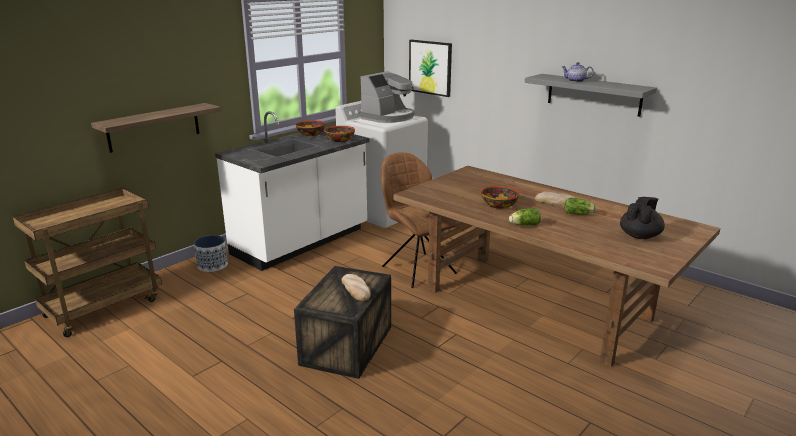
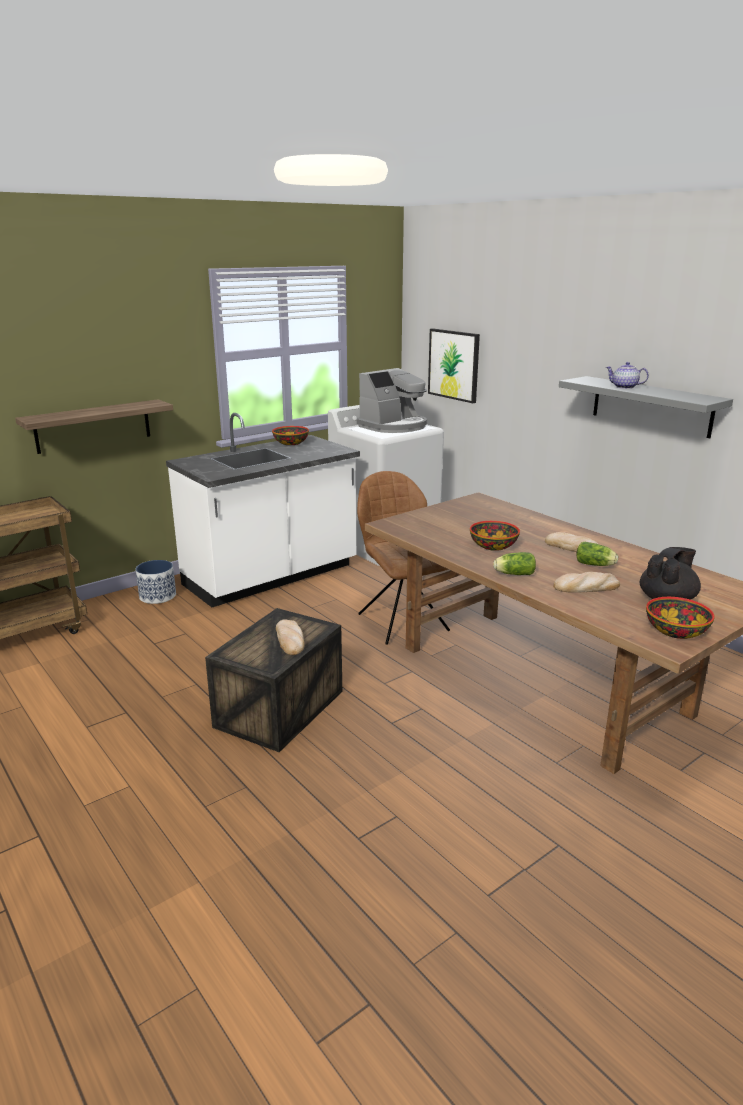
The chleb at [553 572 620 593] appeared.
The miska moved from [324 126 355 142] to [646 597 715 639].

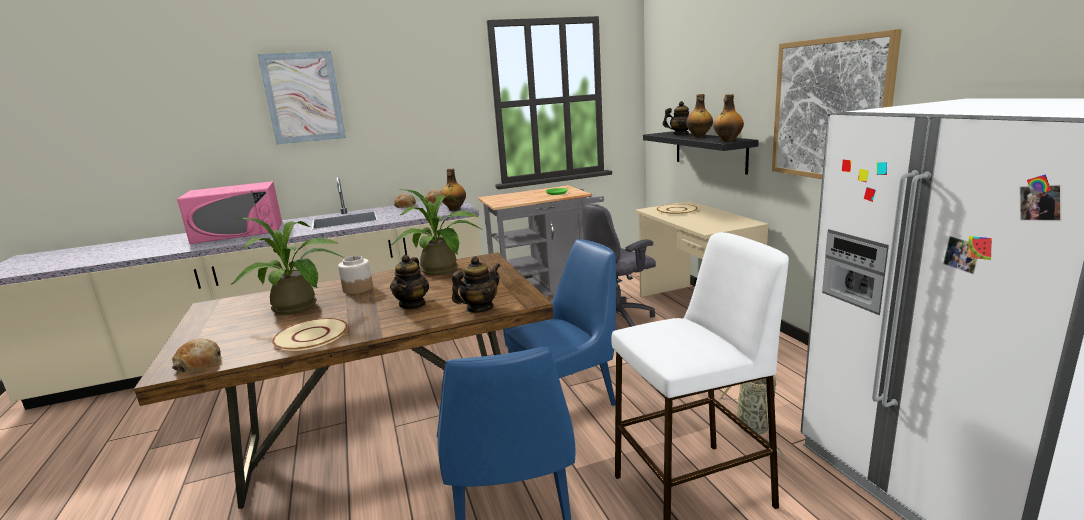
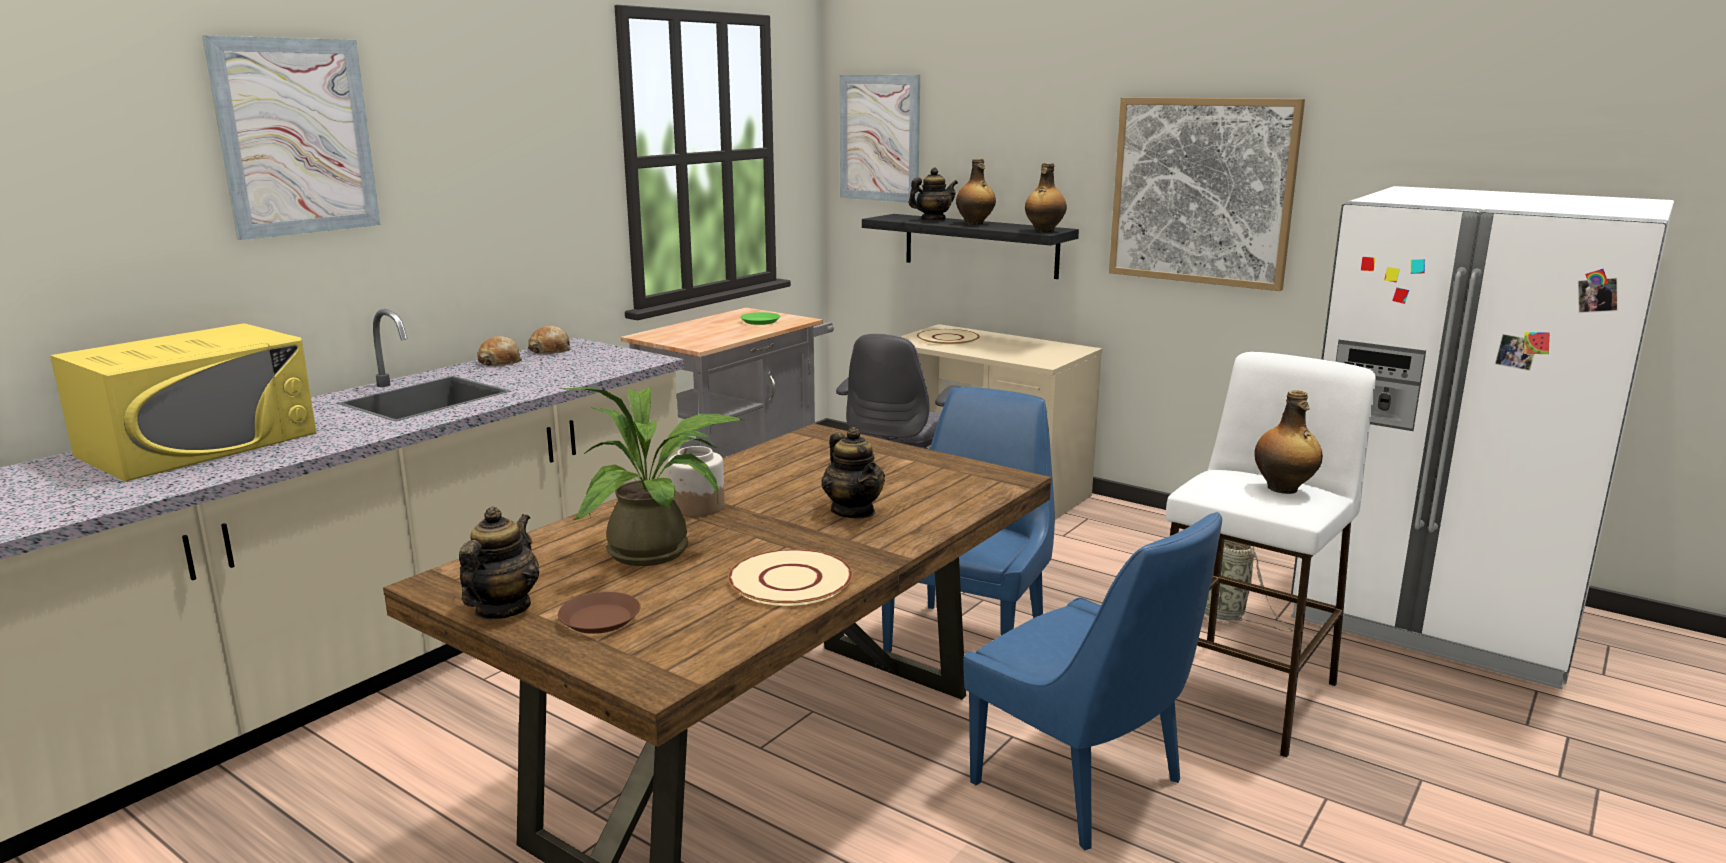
The chleb at [172 338 222 373] disappeared.
The roślina doniczkowa at [391 189 482 275] disappeared.
The talerz [brązowy] at [558 592 640 634] appeared.
The obraz at [839 75 920 203] appeared.
The butelka moved from [440 169 466 211] to [1254 390 1323 494].
The imbryk moved from [452 256 501 313] to [459 507 539 619].
The mikrofalówka [różowy] at [177 181 282 244] became the mikrofalówka [żółty] at [50 323 317 482].

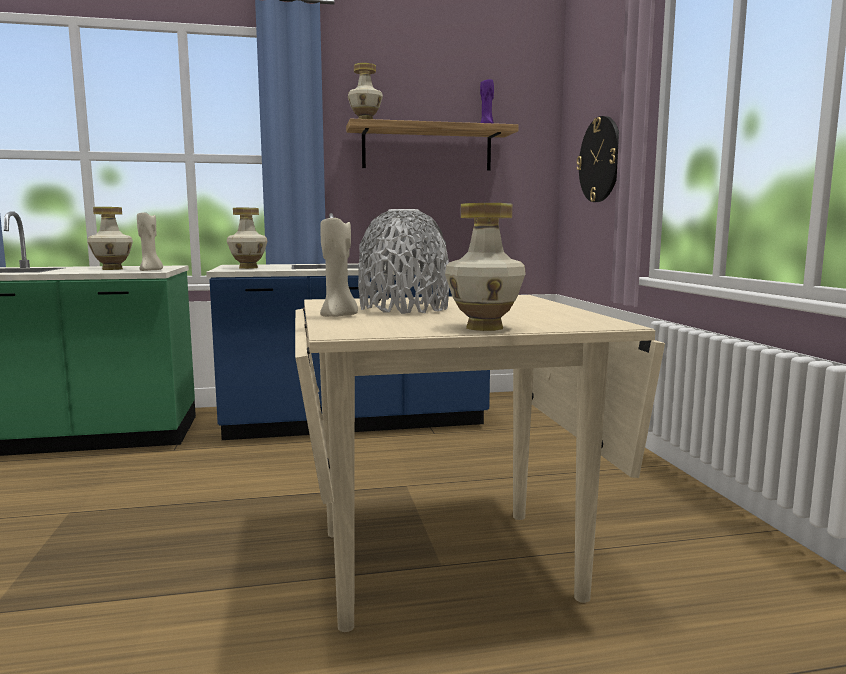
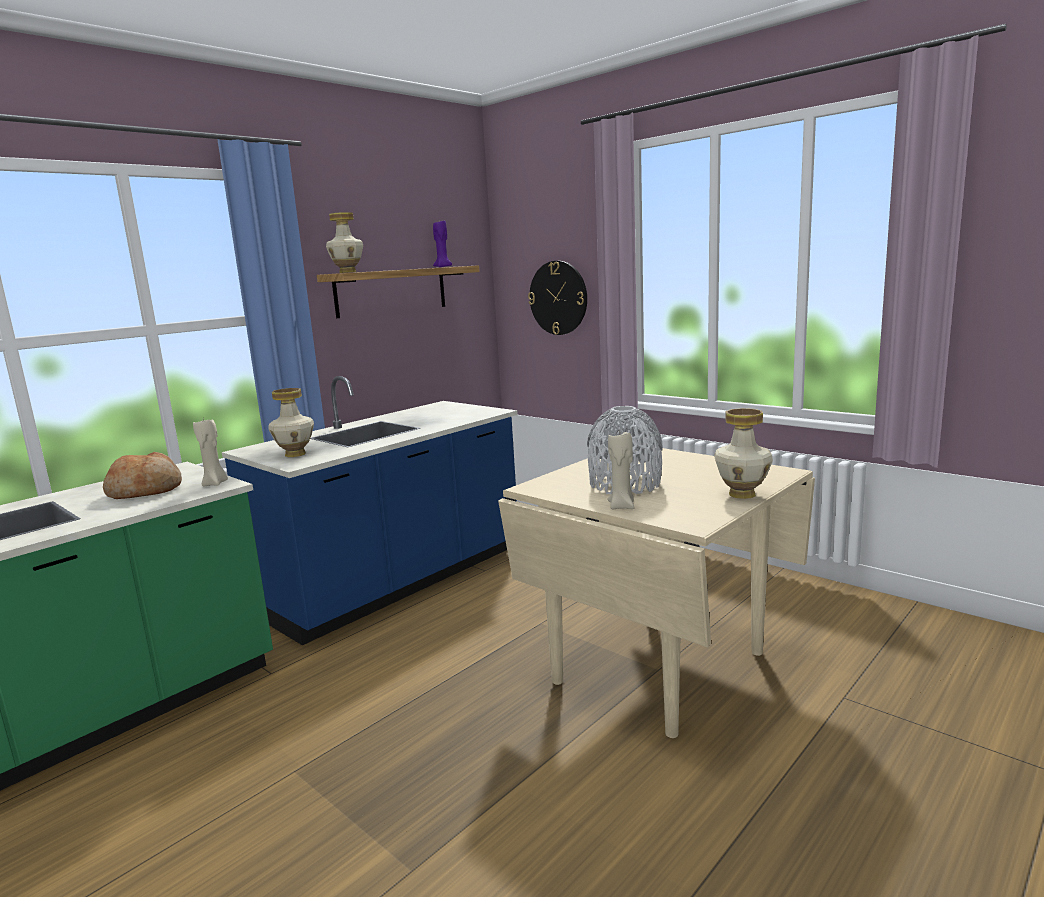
The wazon at [87 207 133 270] was replaced by the chleb at [103 452 182 499].

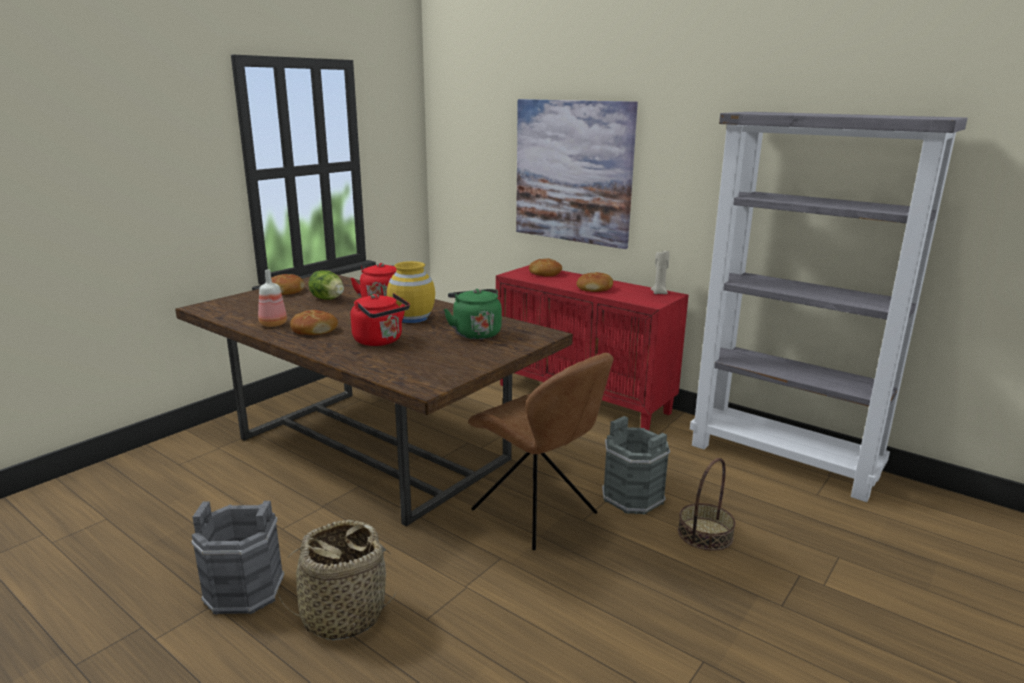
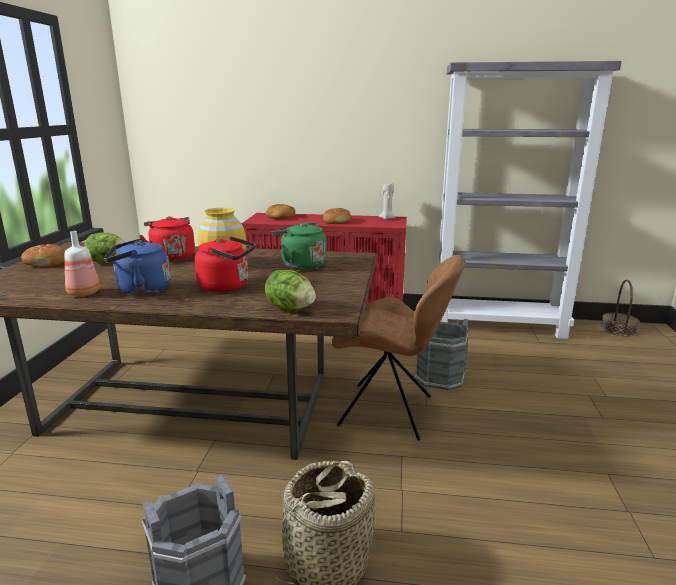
The obraz at [516 99 638 249] disappeared.
The sałata at [265 270 316 311] appeared.
The koszyk moved from [678 458 736 551] to [600 279 640 336].
The chleb at [290 310 338 335] was replaced by the czajnik [niebieski] at [104 238 171 295].

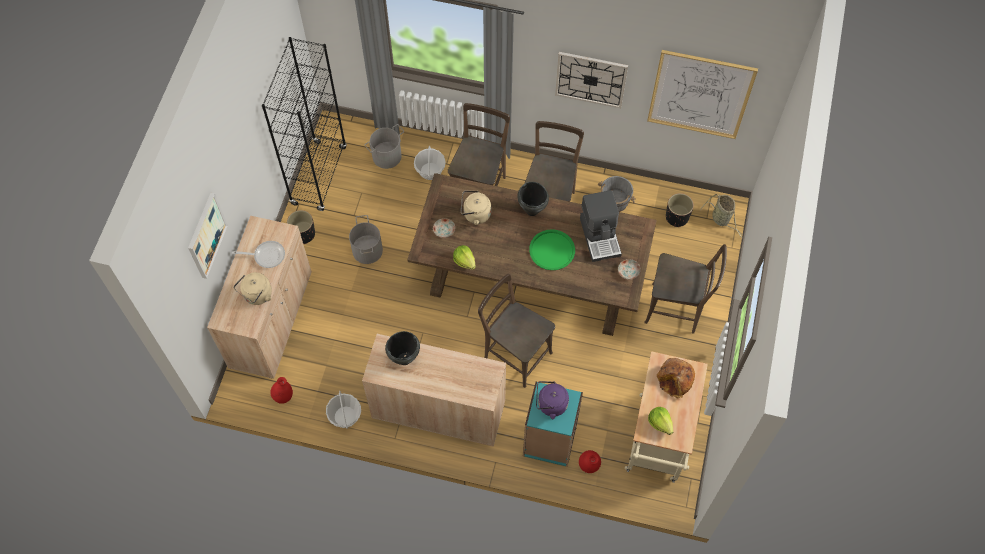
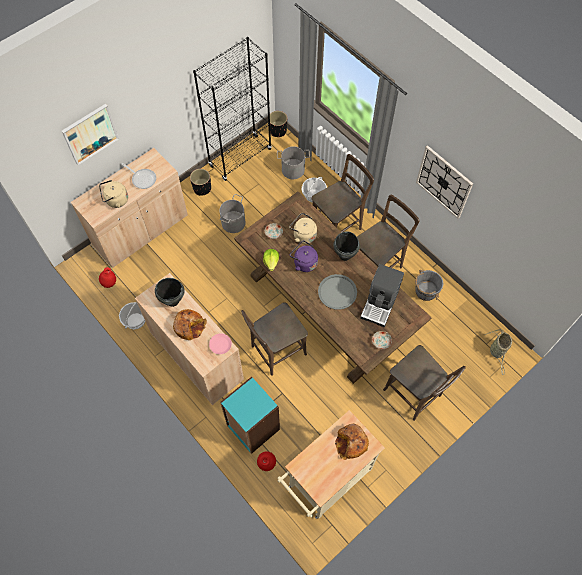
The obraz at [647 50 758 139] disappeared.
The sałata at [648 407 673 435] disappeared.
The chleb at [173 309 207 340] appeared.
The talerz [różowy] at [209 333 232 354] appeared.
The czajnik [fioletowy] moved from [536 381 569 419] to [290 240 318 272].
The donica [czarny] moved from [666 193 694 227] to [270 111 287 137].
The taca [zielony] at [529 229 575 270] became the taca [szary] at [318 274 357 310].
The krzesło [brązowy] at [478 274 555 388] turned 105 degrees counterclockwise.

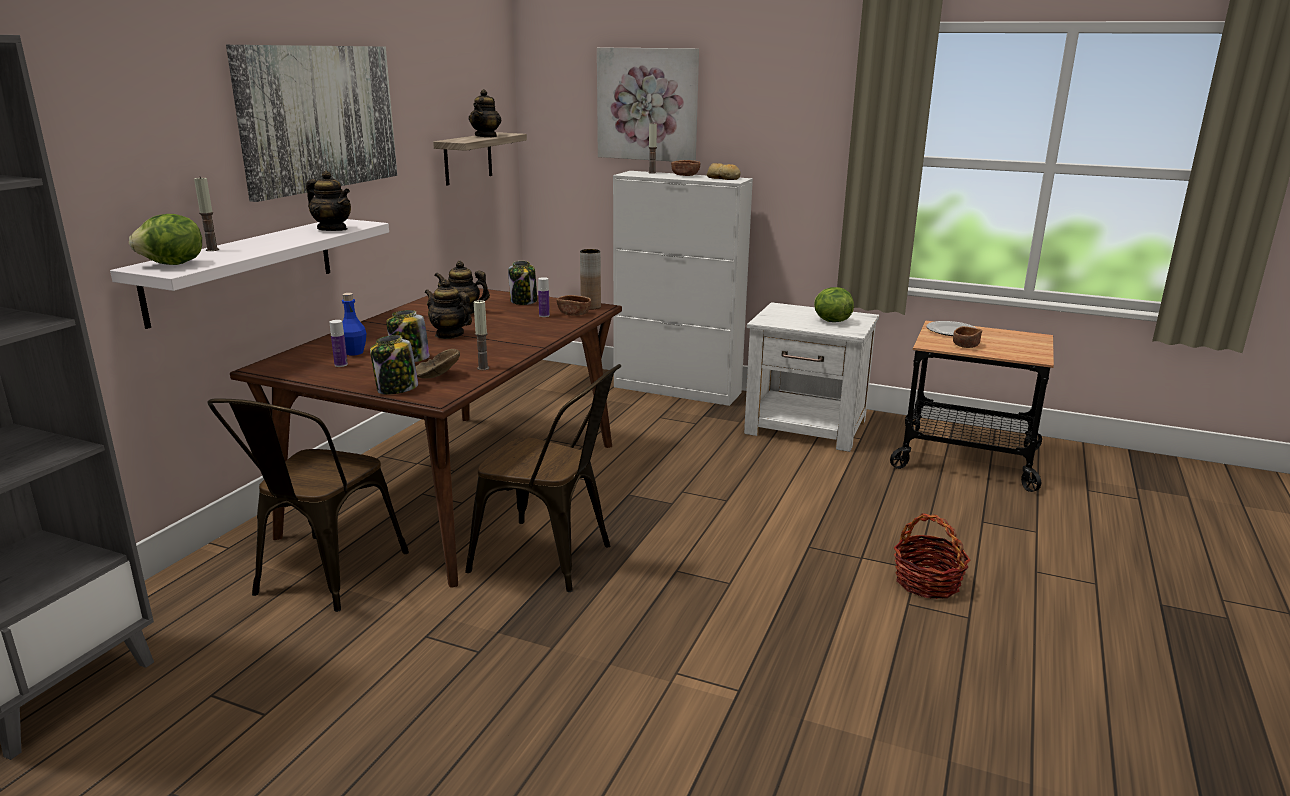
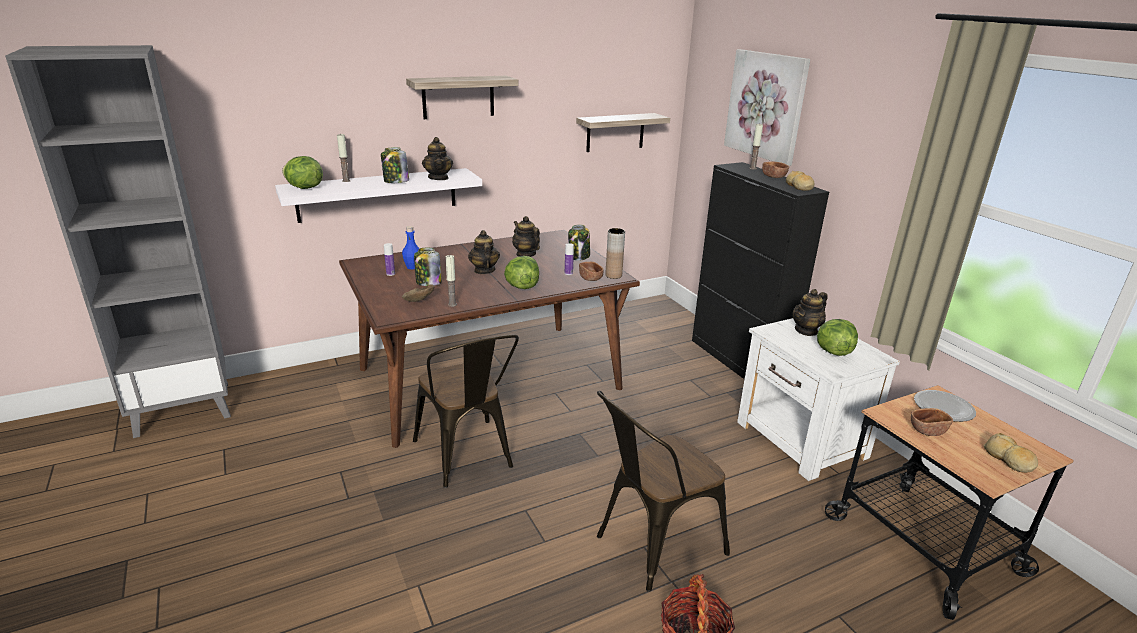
The sałata at [504 256 539 289] appeared.
The chleb at [983 433 1038 473] appeared.
The krzesło [brązowy] moved from [207 398 409 612] to [597 391 730 592].
The słoik moved from [370 335 418 395] to [381 147 409 183].
The imbryk moved from [469 89 501 137] to [793 289 828 336].
The obraz at [226 45 397 202] was replaced by the półka at [406 76 518 119].
The szafka [biały] at [613 171 753 406] became the szafka [czarny] at [692 162 829 379].

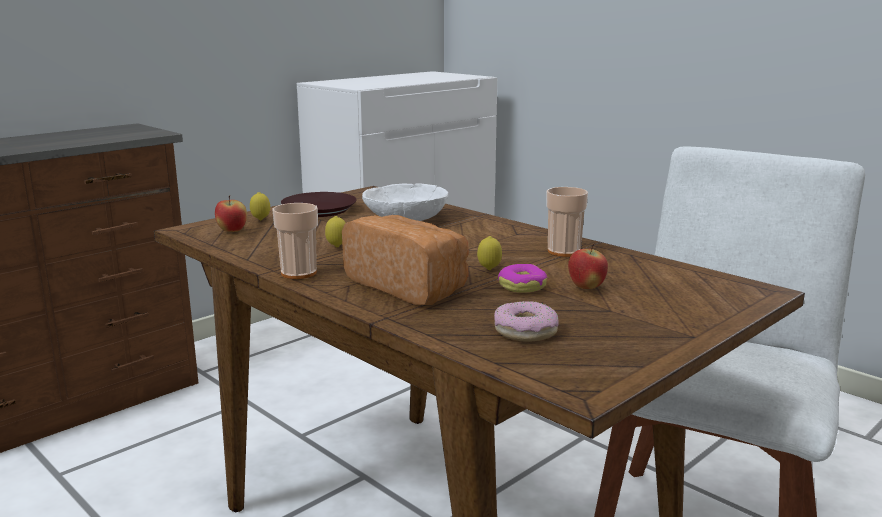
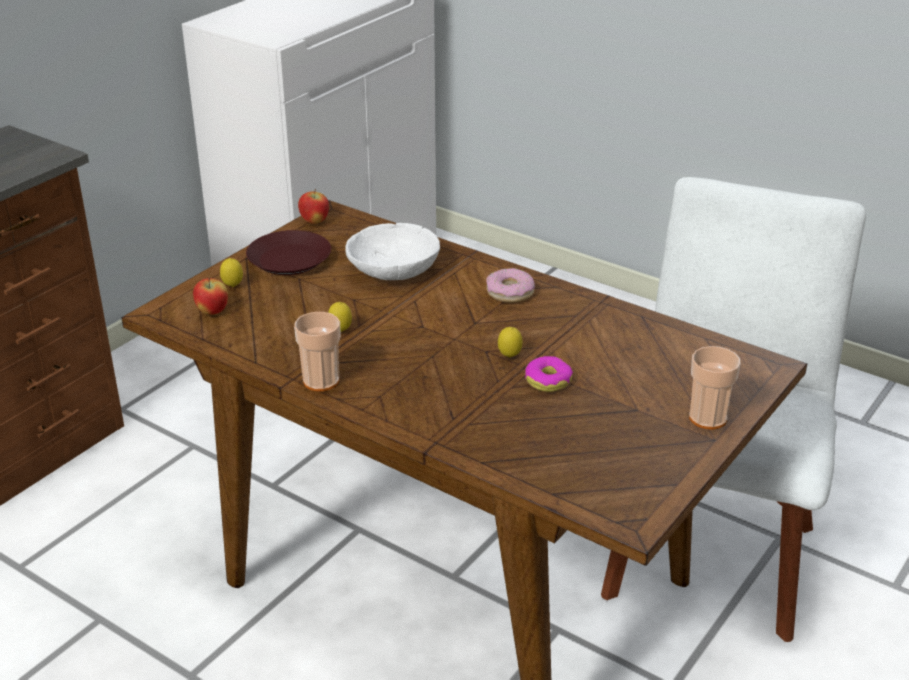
The chleb at [342 215 469 305] disappeared.
The donut moved from [494 301 559 341] to [486 268 535 303].
The filiżanka moved from [546 187 588 257] to [689 346 740 430].
The jabłko moved from [568 244 608 289] to [298 189 329 224].

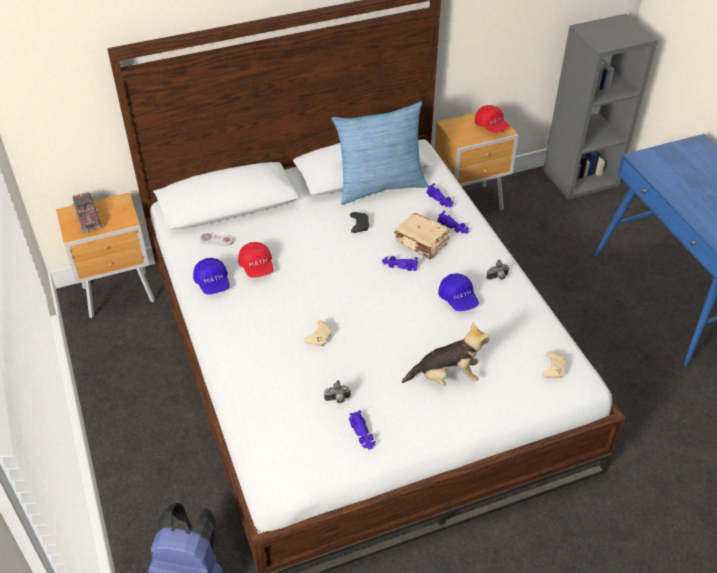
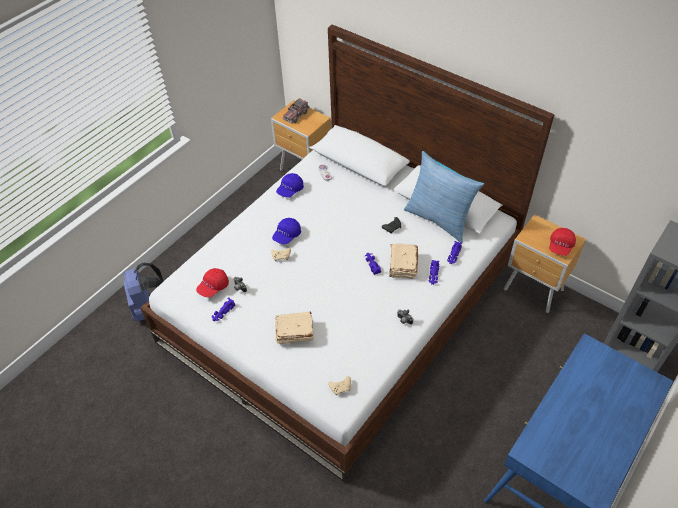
The czapka z daszkiem [czerwony] moved from [238 242 274 278] to [196 268 229 297].
The czapka z daszkiem [niebieski] moved from [438 273 479 311] to [272 218 301 244].
The pluszak at [402 322 489 386] was replaced by the książka [beżowy] at [275 311 314 344].

